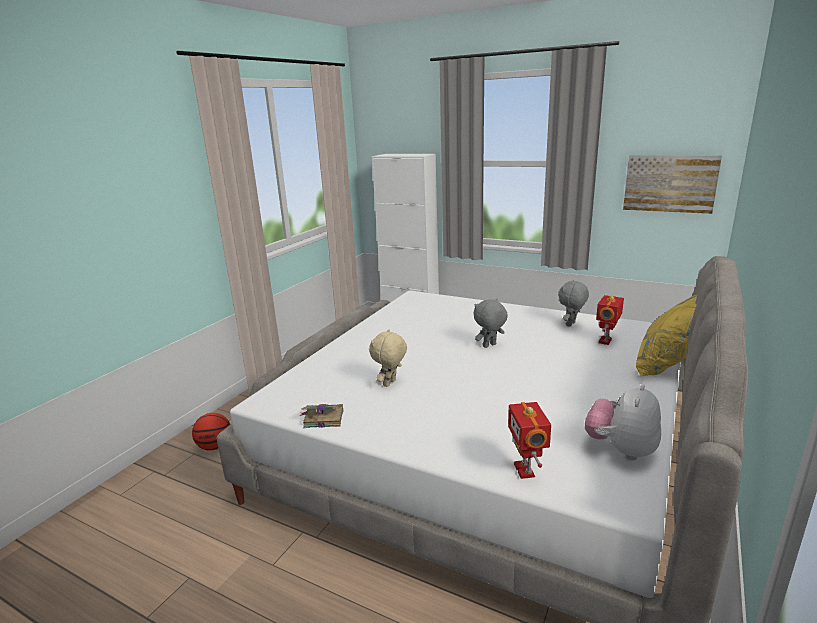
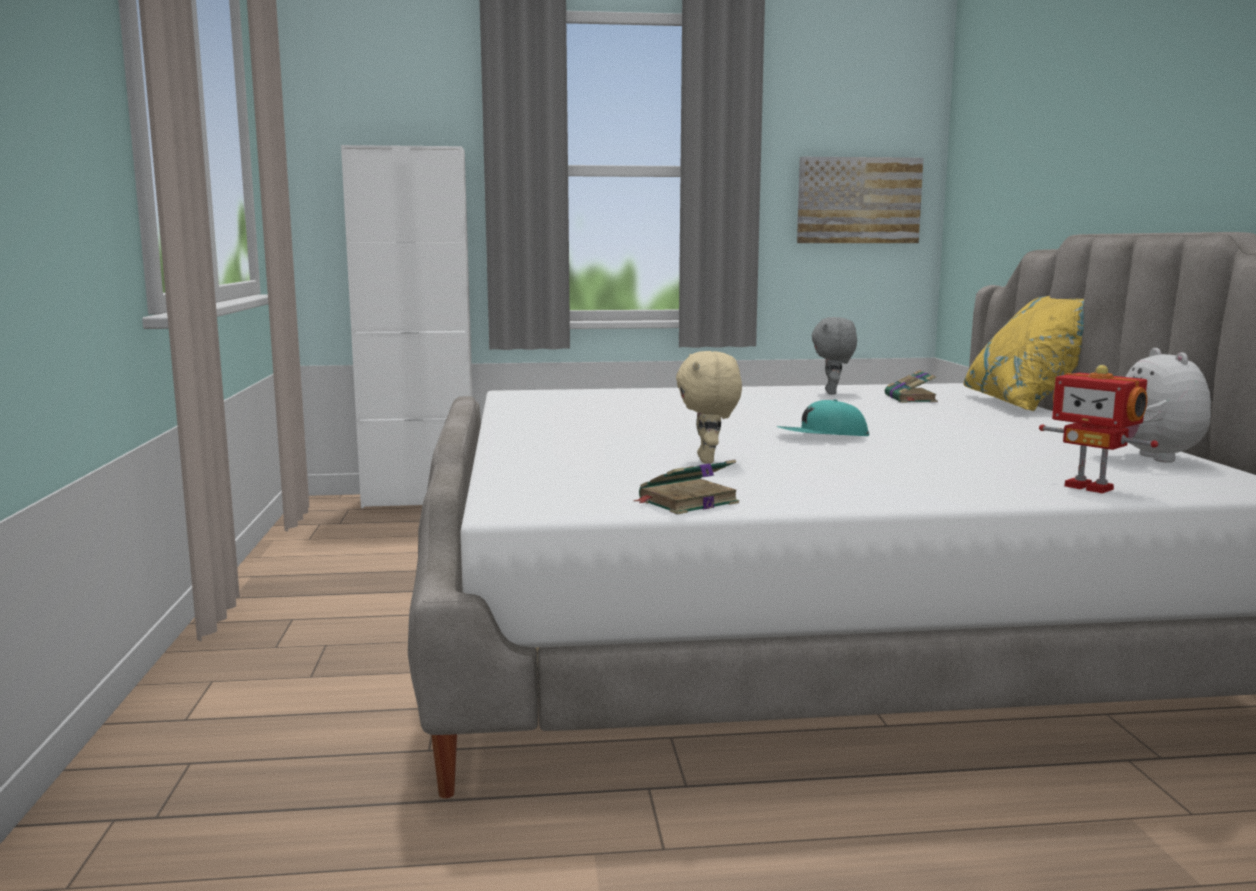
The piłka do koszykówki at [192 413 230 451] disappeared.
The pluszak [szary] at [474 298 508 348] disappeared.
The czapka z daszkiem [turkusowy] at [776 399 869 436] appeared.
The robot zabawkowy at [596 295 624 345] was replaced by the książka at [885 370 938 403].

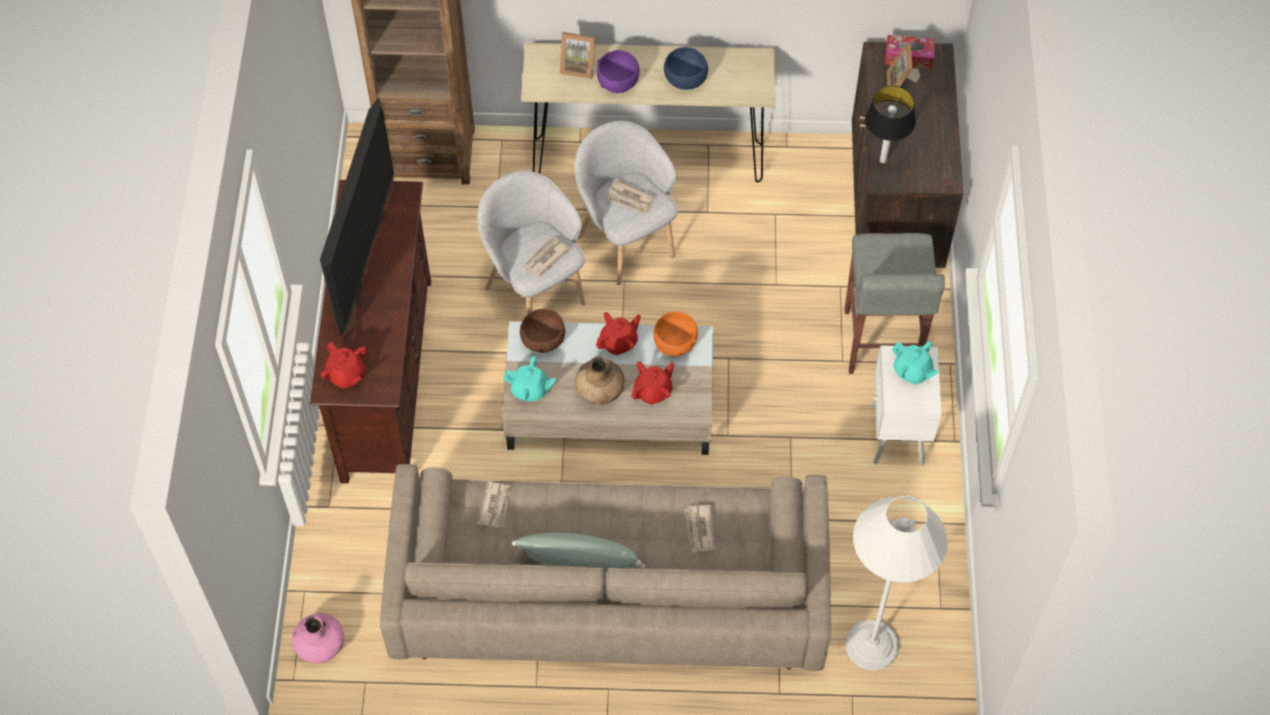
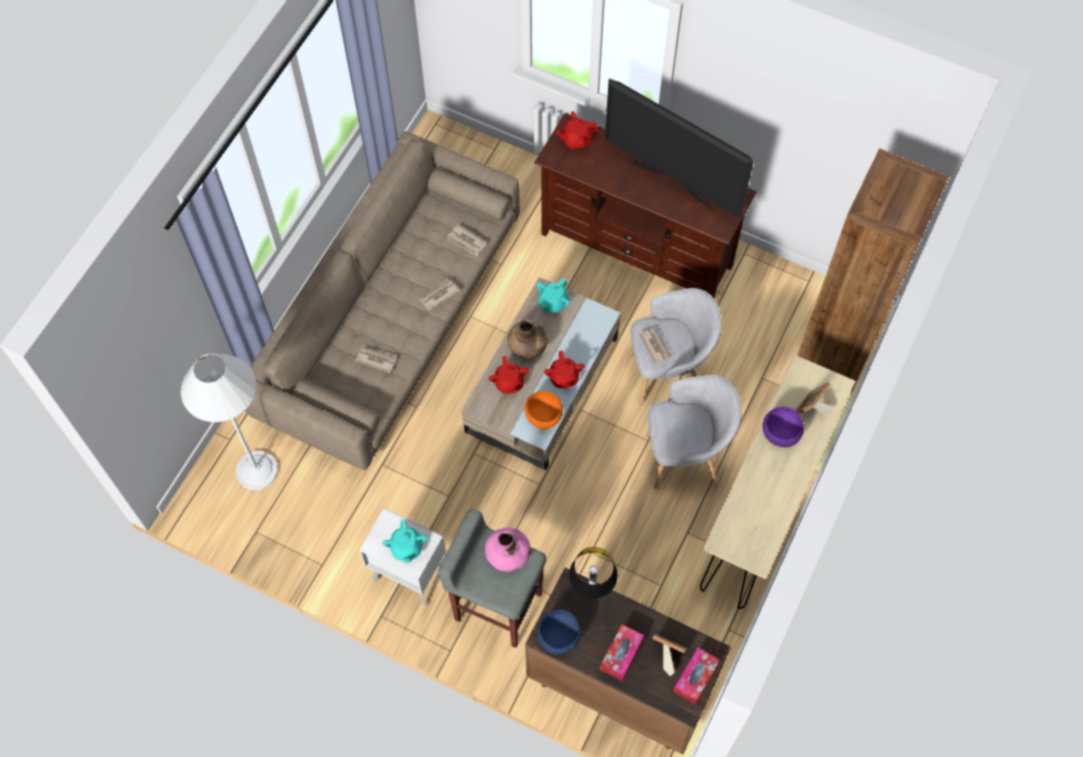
The poduszka [zielony] at [512 533 646 575] disappeared.
The miska [brązowy] at [520 309 565 353] disappeared.
The pudełko chusteczek at [600 624 644 681] appeared.
The wazon [różowy] moved from [292 613 344 663] to [485 528 531 572].
The gazeta moved from [607 180 655 215] to [419 279 460 311].
The miska [niebieski] moved from [664 47 708 90] to [537 609 581 654].
The imbryk [turkusowy] at [892 341 939 384] turned 75 degrees counterclockwise.

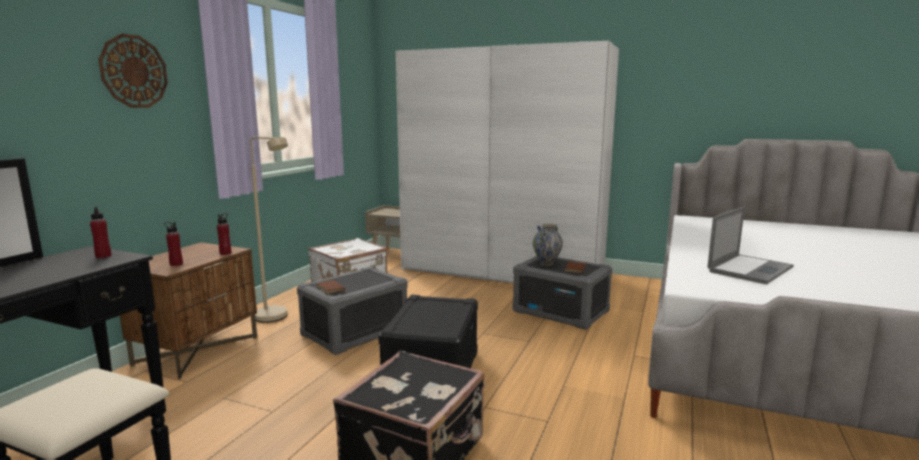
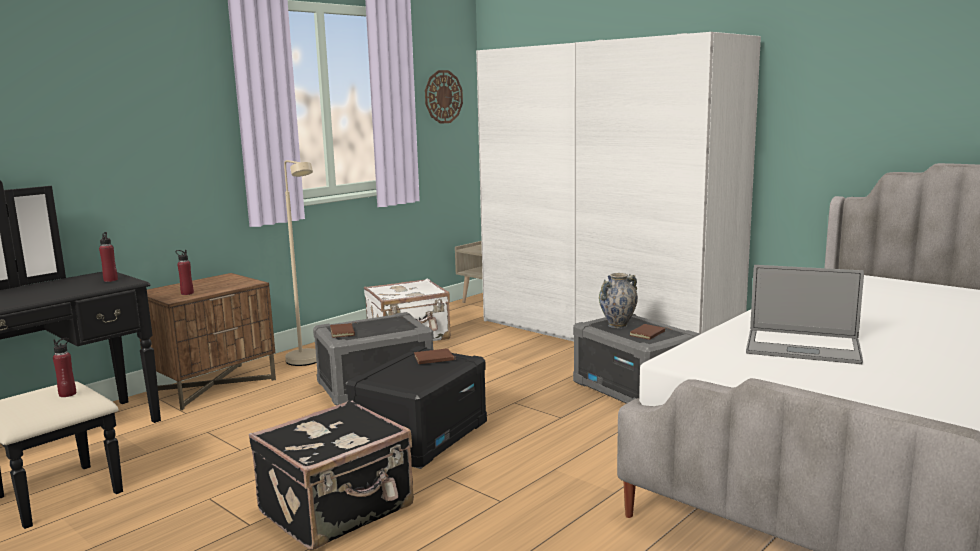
The książka [brązowy] at [414 348 456 364] appeared.
The zegar ścienny moved from [99 34 168 108] to [425 70 463 124].
The butelka [czerwony] moved from [217 213 231 255] to [53 338 76 397].
The laptop at [708 207 794 284] turned 45 degrees clockwise.

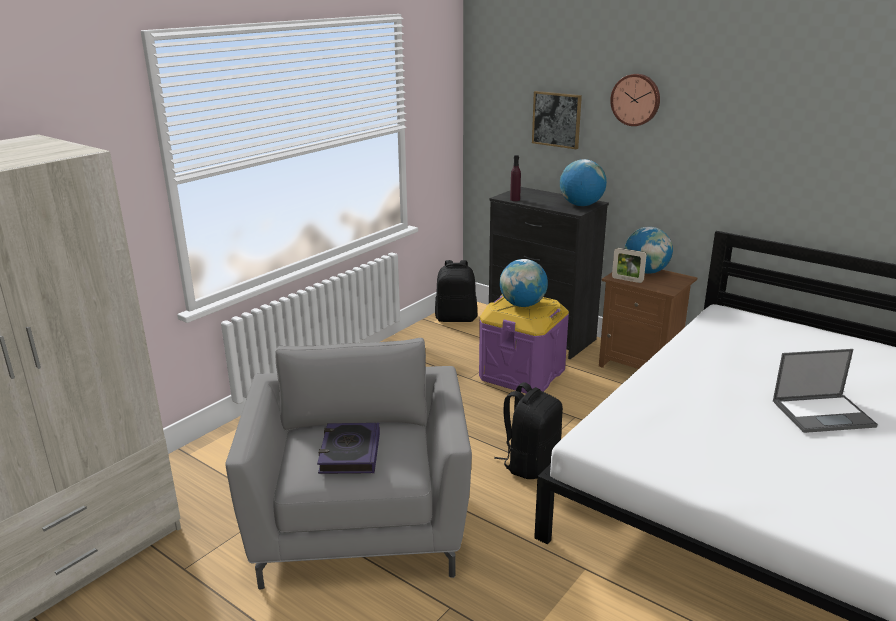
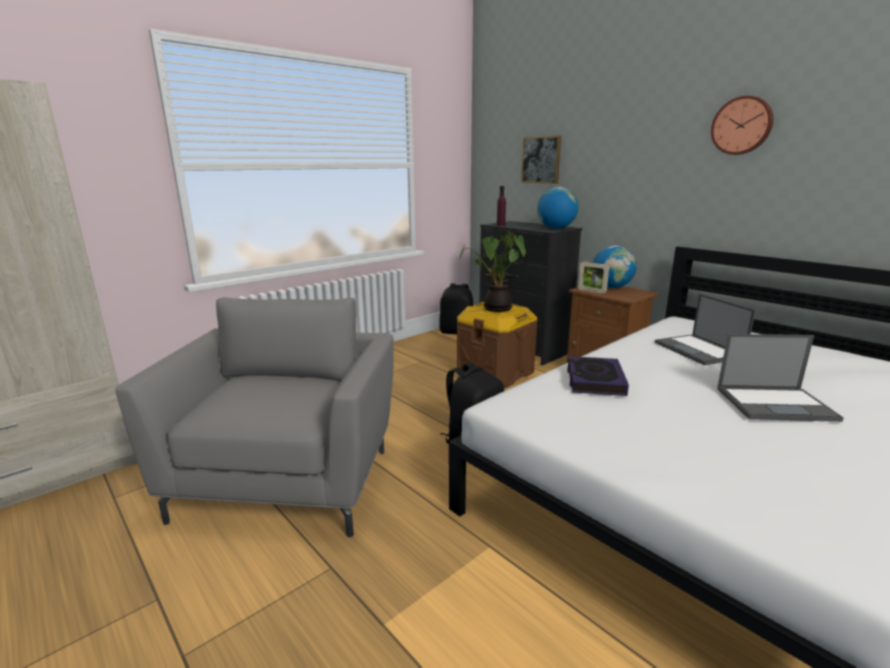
The laptop at [655 294 756 365] appeared.
The książka moved from [317 423 380 474] to [567 356 629 396].
The zegar ścienny moved from [610 74 660 126] to [711 96 773 155].
The globus at [500 259 548 307] was replaced by the roślina doniczkowa at [459 231 526 312].
The pojemnik do przechowywania [fioletowy] at [479 295 569 394] became the pojemnik do przechowywania [brązowy] at [457 302 538 388].

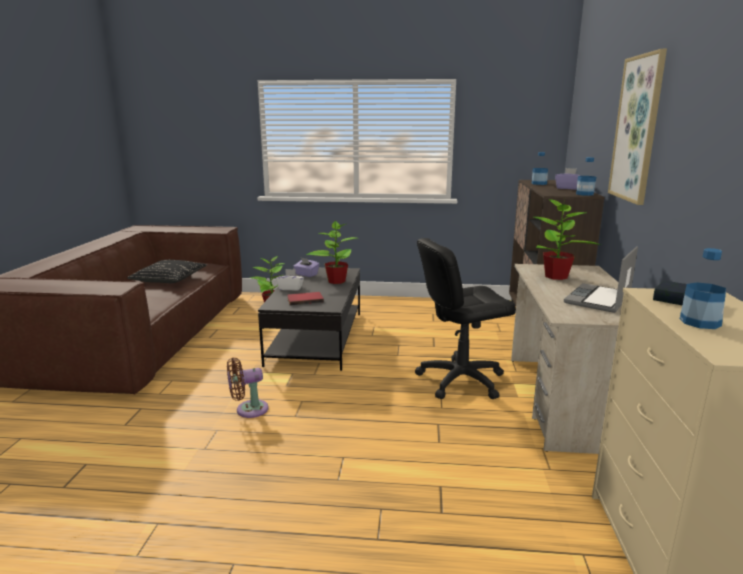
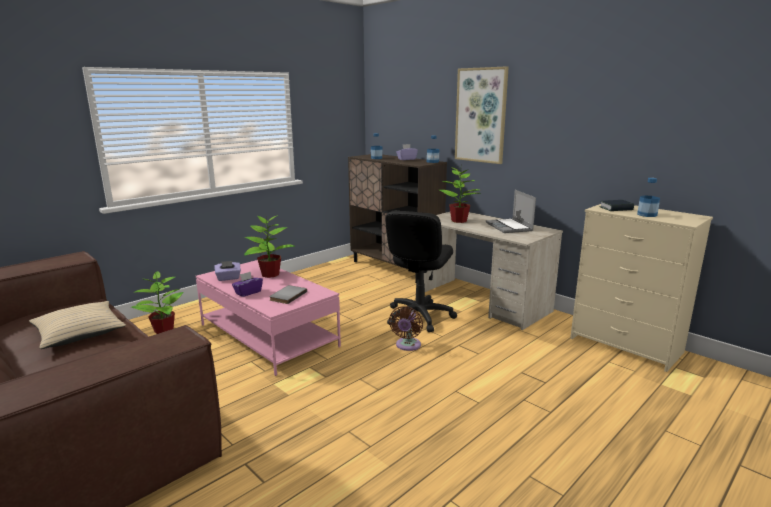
The wentylator [brązowy] moved from [227 358 269 418] to [389 306 423 351].
The poduszka [czarny] at [127 260 207 283] became the poduszka [beżowy] at [29 301 126 349].
The ława [czarny] at [258 267 360 371] became the ława [różowy] at [196 260 341 376].
The pudełko chusteczek [biały] at [276 269 304 291] became the pudełko chusteczek [fioletowy] at [232 271 263 297].
The książka [czerwony] at [287 292 324 306] became the książka [szary] at [269 285 307 304].

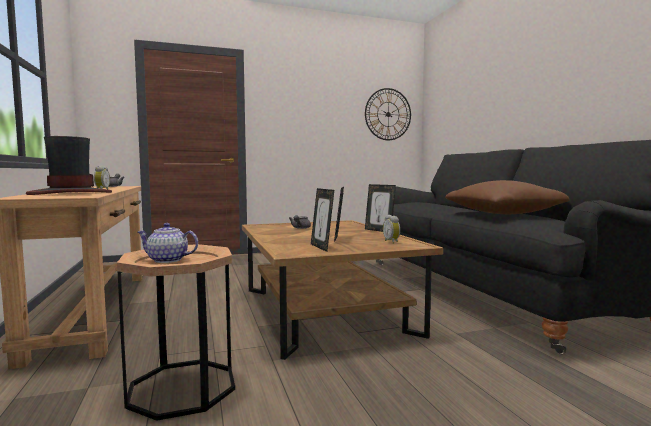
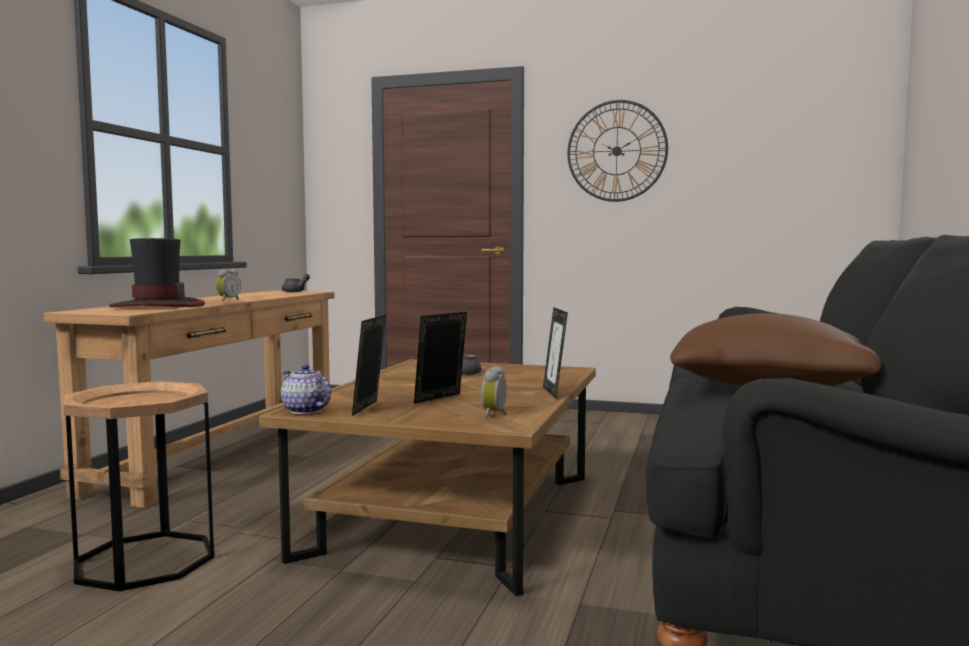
The imbryk moved from [137 223 198 263] to [281 364 331 414].
The zegar ścienny moved from [365 88 411 140] to [567 100 668 202].

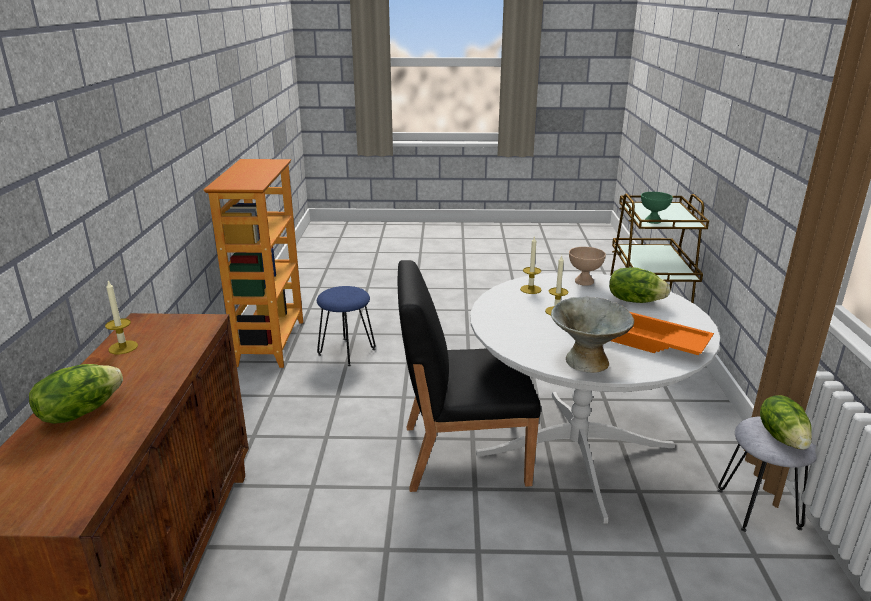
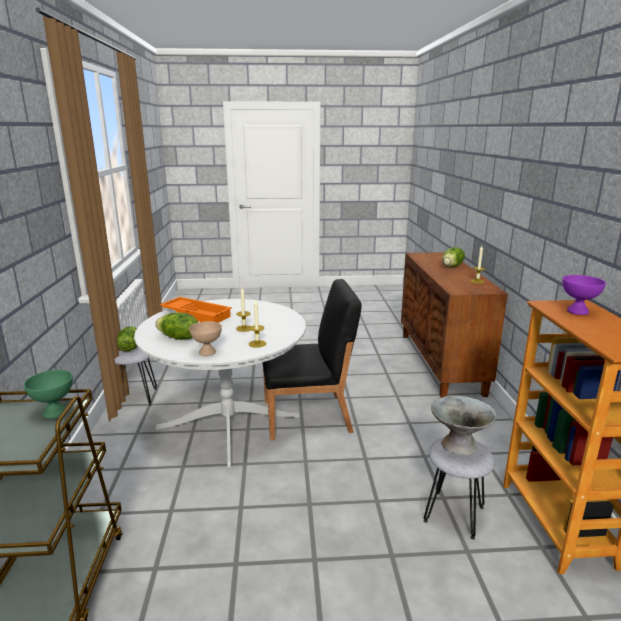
The miska [fioletowy] at [562 275 606 315] appeared.
The miska [szary] moved from [551 297 634 373] to [431 396 496 456].
The stołek [niebieski] at [317 286 376 367] became the stołek [szary] at [424 437 495 540].

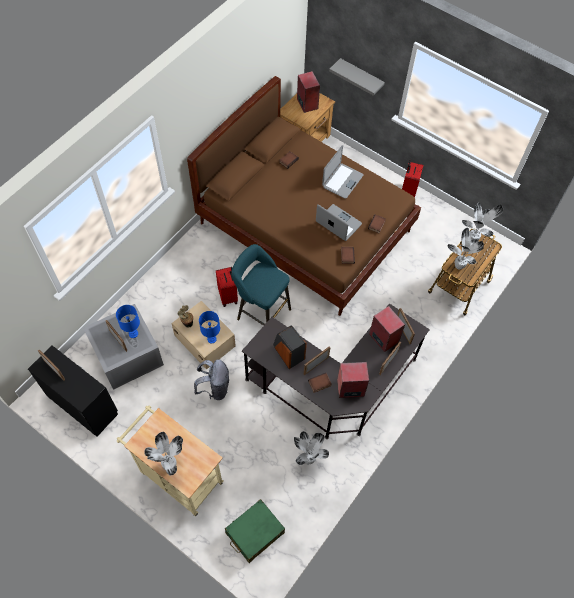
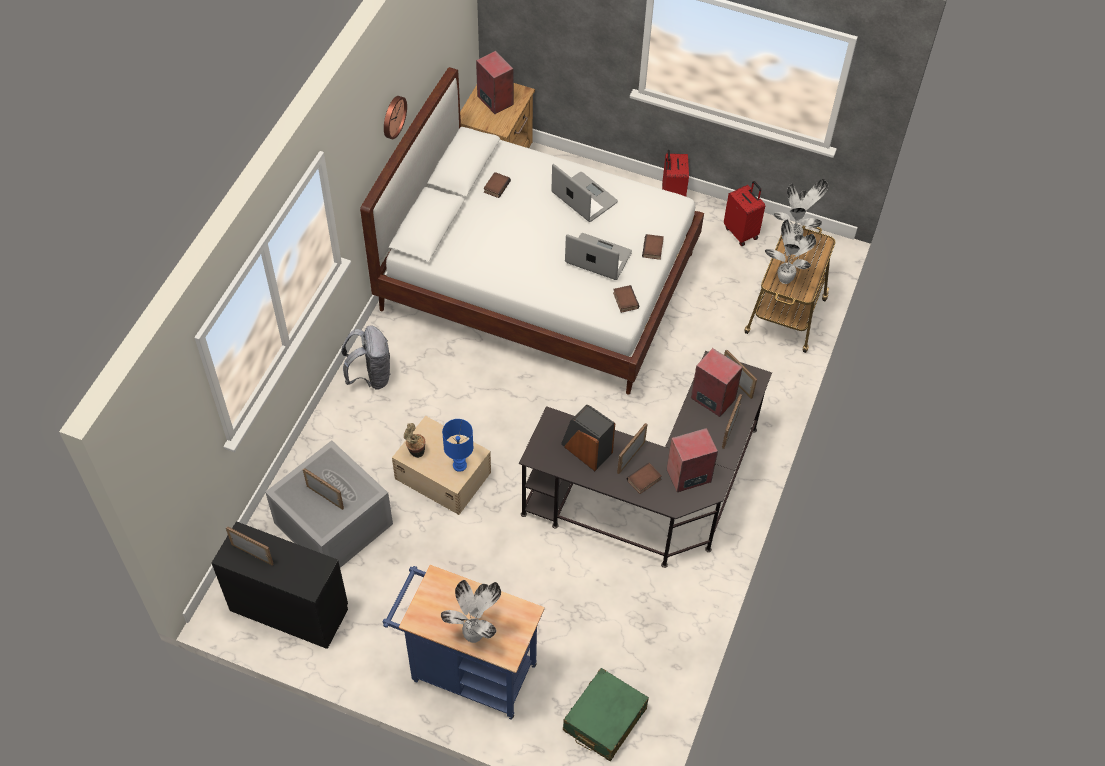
The lampa stołowa [niebieski] at [116 305 140 338] disappeared.
The stołek [turkusowy] at [231 244 291 326] disappeared.
The roślina doniczkowa at [294 431 329 465] disappeared.
The półka [szary] at [329 58 385 96] disappeared.
The zegar ścienny at [384 96 407 139] appeared.
The plecak [szary] moved from [194 359 229 400] to [341 325 391 389].
The walizka [czerwony] moved from [216 267 238 307] to [724 181 765 246].
The wózek [beżowy] at [117 406 224 516] became the wózek [niebieski] at [383 565 545 720].
The łóżko [brązowy] at [187 76 421 316] became the łóżko [biały] at [360 67 704 395].
The laptop at [322 145 364 199] turned 60 degrees counterclockwise.

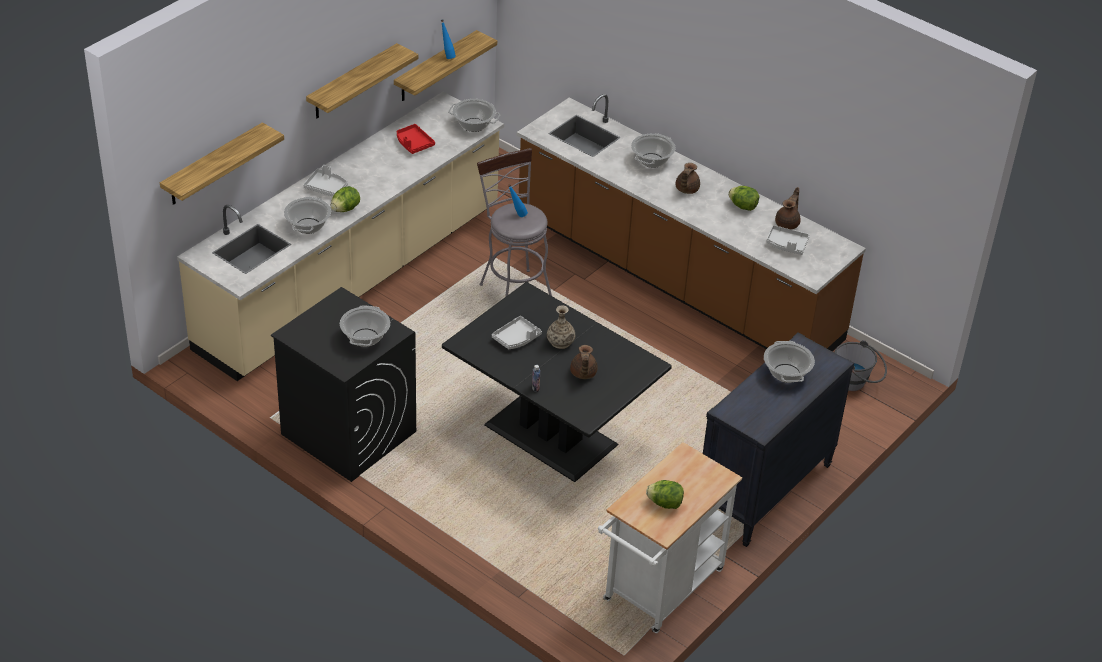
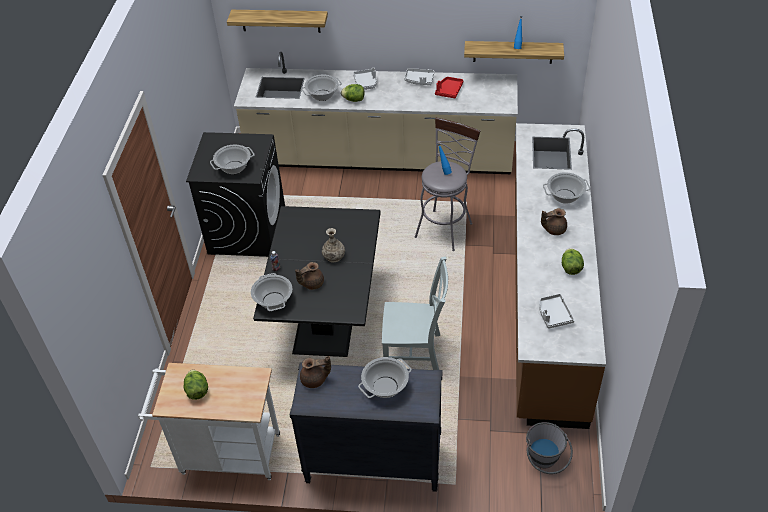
The półka at [306 43 418 118] disappeared.
The krzesło [szary] at [382 256 448 370] appeared.
The garnek moved from [448 99 500 132] to [251 273 293 311].
The taca [szary] moved from [492 316 542 349] to [404 68 434 85].
The imbryk [brązowy] moved from [775 187 801 229] to [300 356 331 388].

